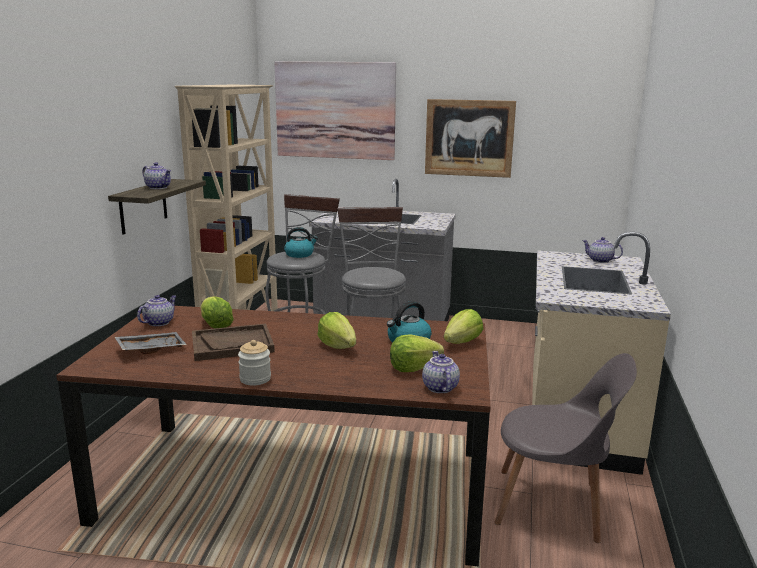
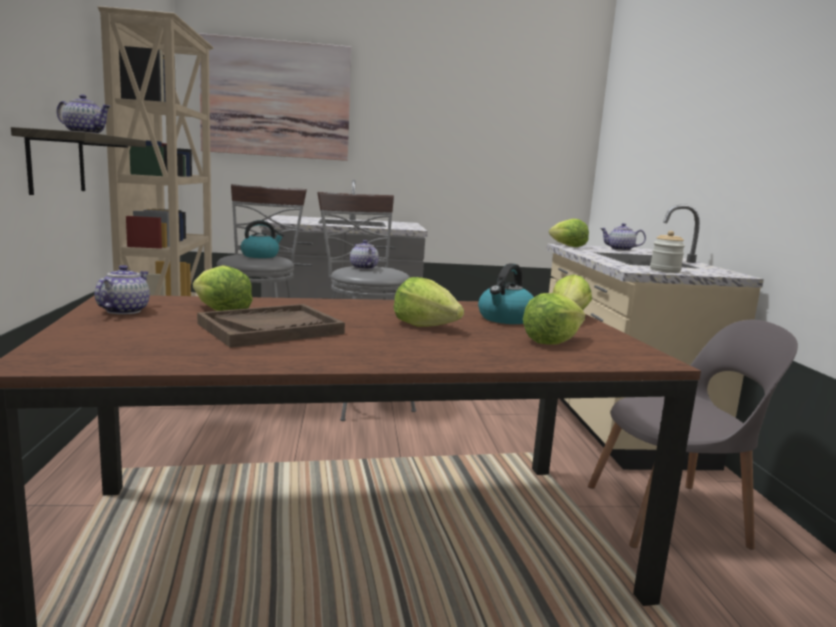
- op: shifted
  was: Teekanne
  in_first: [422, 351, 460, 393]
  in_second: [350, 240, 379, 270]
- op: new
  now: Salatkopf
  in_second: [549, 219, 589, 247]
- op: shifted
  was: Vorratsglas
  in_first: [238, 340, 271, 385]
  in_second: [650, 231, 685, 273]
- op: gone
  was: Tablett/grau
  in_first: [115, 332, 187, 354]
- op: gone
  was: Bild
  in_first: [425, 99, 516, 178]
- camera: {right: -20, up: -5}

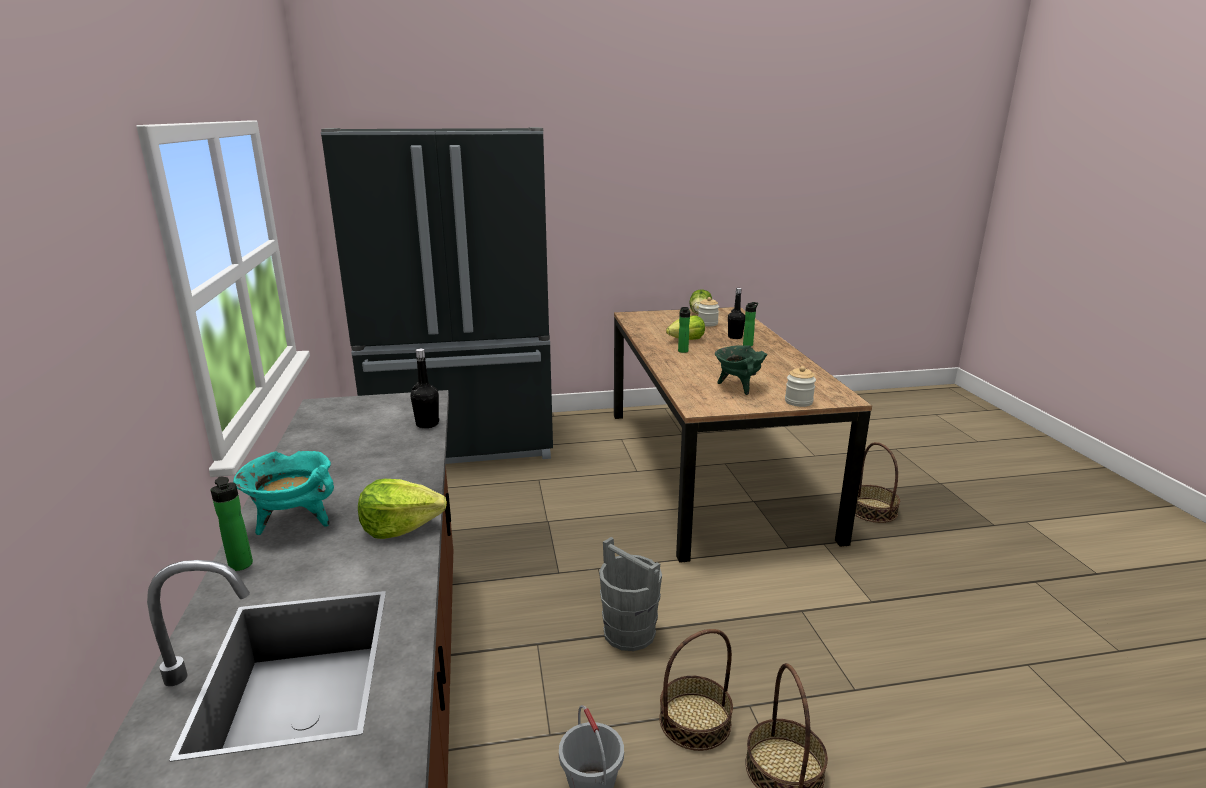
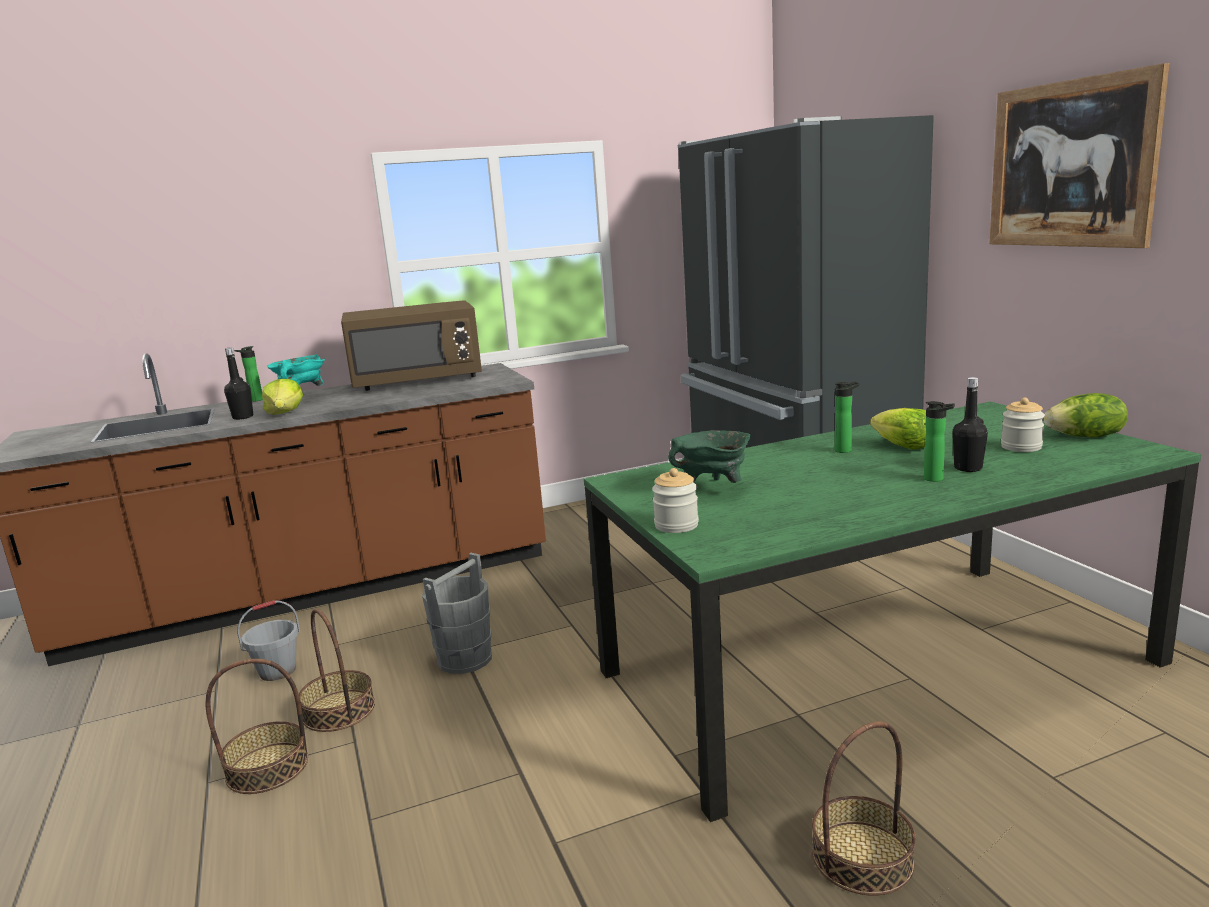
- op: shifted
  was: Flasche/schwarz
  in_first: [410, 349, 439, 428]
  in_second: [224, 347, 253, 420]
- op: new
  now: Mikrowelle/braun
  in_second: [341, 300, 482, 391]
- op: repainted
  was: Esstisch/braun
  now: Esstisch/grün
  in_first: [614, 307, 872, 563]
  in_second: [584, 402, 1201, 822]
- op: new
  now: Bild
  in_second: [990, 63, 1169, 248]
- camera: {right: 80, up: -5}

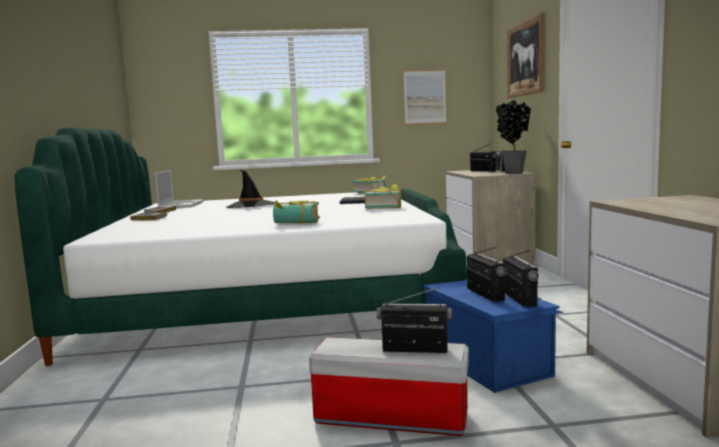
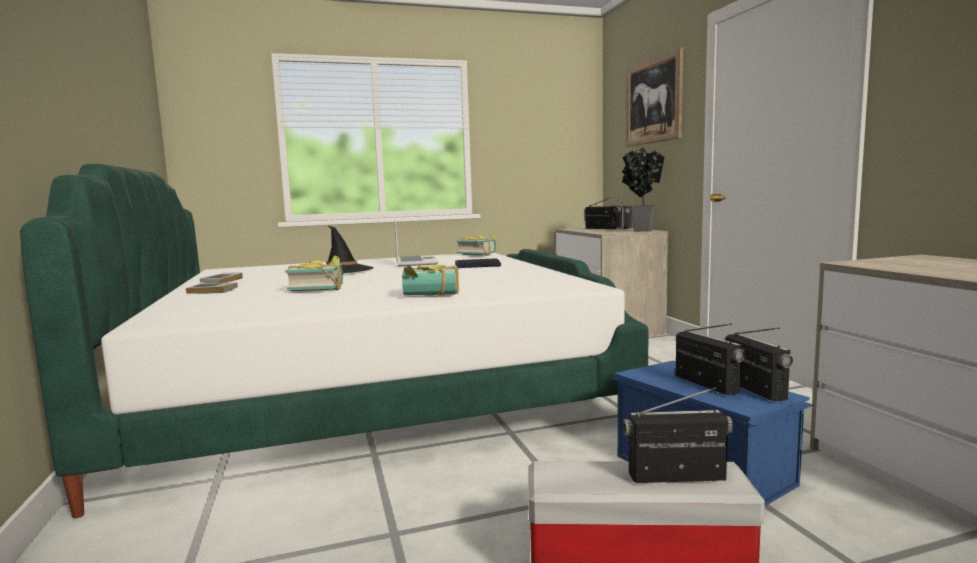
- op: shifted
  was: Buch
  in_first: [364, 184, 401, 209]
  in_second: [285, 256, 343, 291]
- op: shifted
  was: Laptop
  in_first: [155, 170, 204, 208]
  in_second: [394, 220, 439, 266]
- op: gone
  was: Bild
  in_first: [404, 69, 446, 125]
- camera: {right: -10, up: 0}

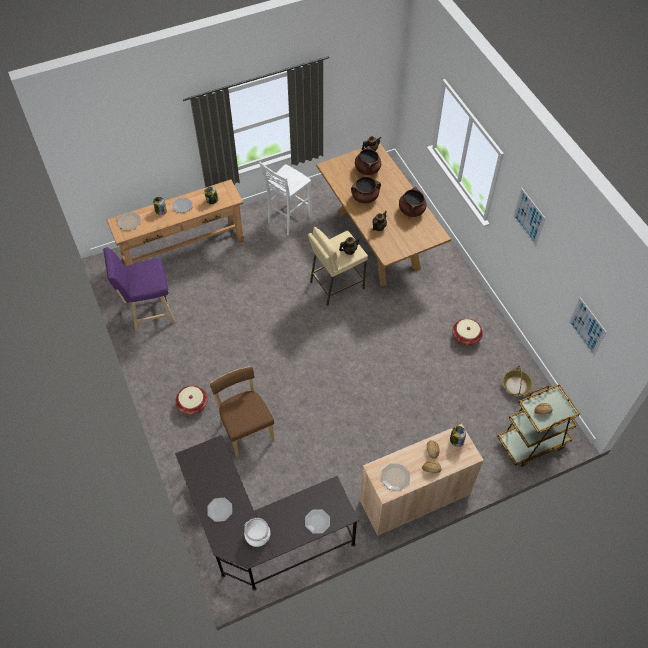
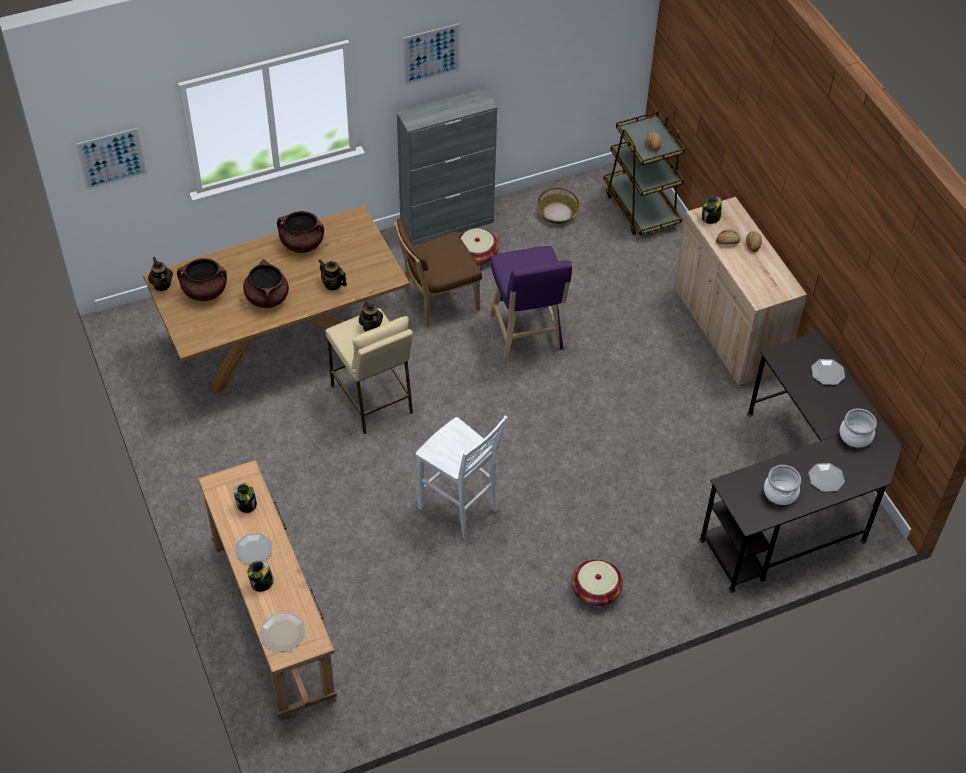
- op: shifted
  was: Bild
  in_first: [568, 297, 606, 356]
  in_second: [76, 128, 147, 190]
- op: shifted
  was: Stuhl/braun
  in_first: [210, 366, 275, 457]
  in_second: [394, 218, 482, 327]
- op: new
  now: Schrank/grau
  in_second: [397, 89, 497, 246]
- op: shifted
  was: Hocker/weiß
  in_first: [259, 161, 312, 235]
  in_second: [416, 416, 508, 540]
- op: shifted
  was: Hocker/lila
  in_first: [103, 247, 175, 331]
  in_second: [489, 246, 572, 360]
- op: new
  now: Kochtopf
  in_second: [764, 465, 801, 505]
- op: gone
  was: Teller
  in_first: [381, 463, 410, 491]
- camera: {right: -90, up: -5}

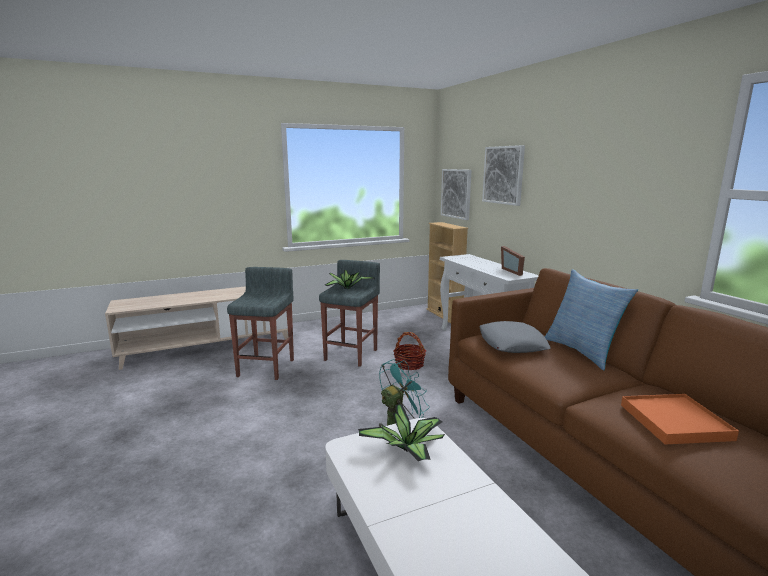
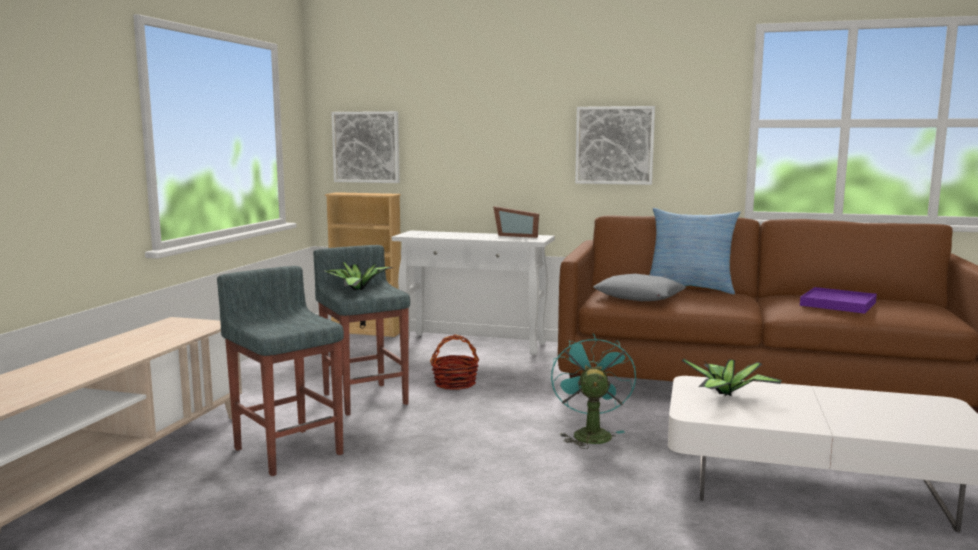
- op: shifted
  was: Bild
  in_first: [482, 145, 525, 206]
  in_second: [575, 106, 655, 185]
- op: repainted
  was: Tablett/orange
  now: Tablett/lila
  in_first: [621, 394, 739, 444]
  in_second: [800, 287, 877, 314]
- camera: {right: -50, up: -5}

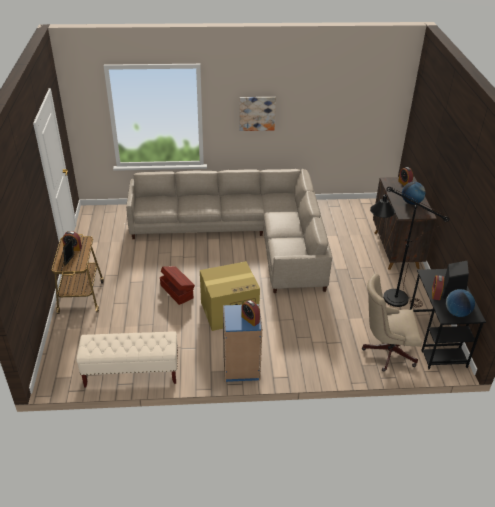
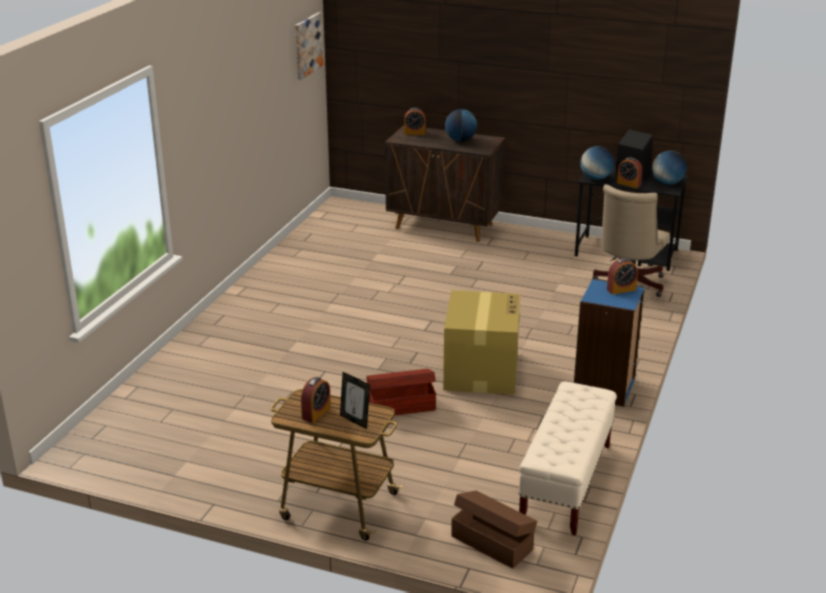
- op: shifted
  was: Bild
  in_first: [239, 97, 276, 131]
  in_second: [295, 12, 324, 80]
- op: new
  now: Aufbewahrungsbox/braun
  in_second: [451, 491, 537, 569]
- op: new
  now: Globus
  in_second: [580, 146, 614, 180]
- op: gone
  was: Sofa/beige
  in_first: [126, 169, 332, 293]
- op: gone
  was: Stehlampe/schwarz
  in_first: [370, 187, 450, 308]
- camera: {right: -65, up: -10}

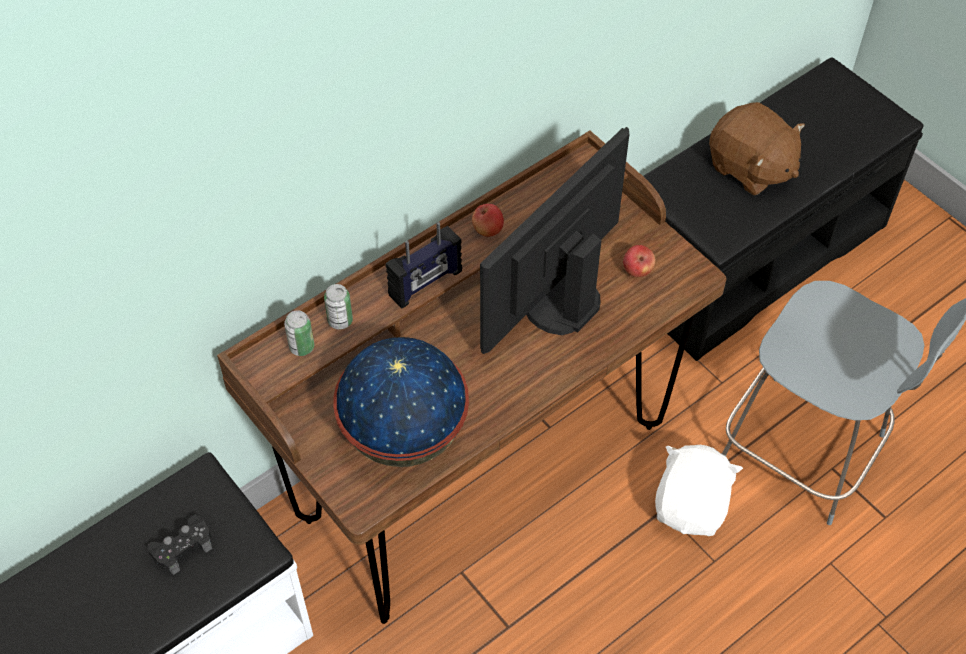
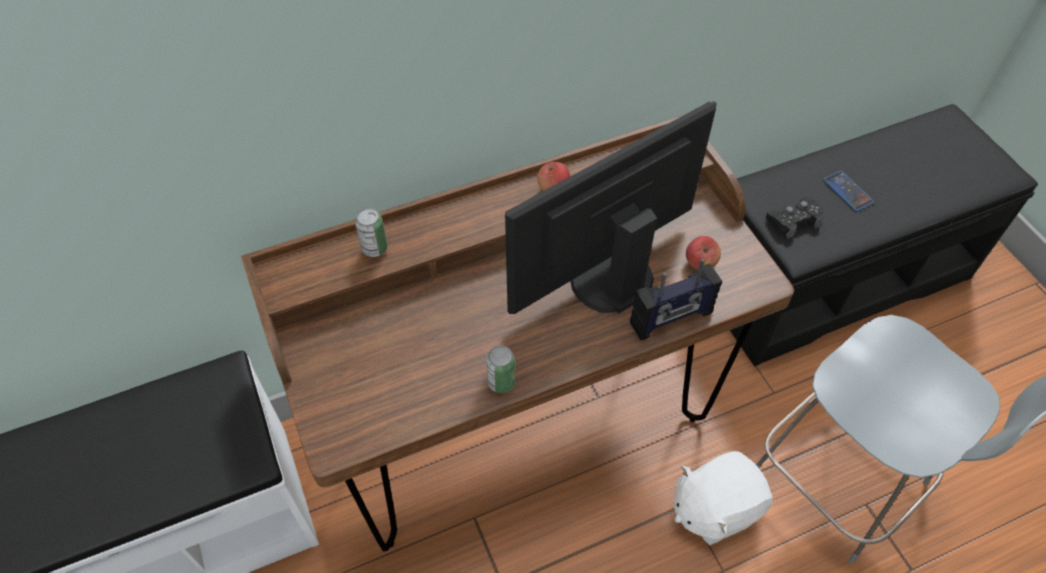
- op: shifted
  was: Dose
  in_first: [284, 310, 314, 356]
  in_second: [486, 345, 515, 393]
- op: shifted
  was: Radio
  in_first: [386, 222, 462, 309]
  in_second: [630, 259, 722, 340]
- op: rotated
  was: Plüschtier/weiß
  in_first: [655, 445, 743, 536]
  in_second: [674, 451, 773, 545]
  clockwise: -150
- op: shifted
  was: Gamepad/schwarz
  in_first: [147, 515, 212, 575]
  in_second: [766, 197, 824, 239]
- op: swapped
  was: Plüschtier/braun
  now: Handy
  in_first: [709, 102, 805, 195]
  in_second: [823, 171, 874, 212]
- op: gone
  was: Globus
  in_first: [333, 337, 469, 467]
- camera: {right: 15, up: 0}

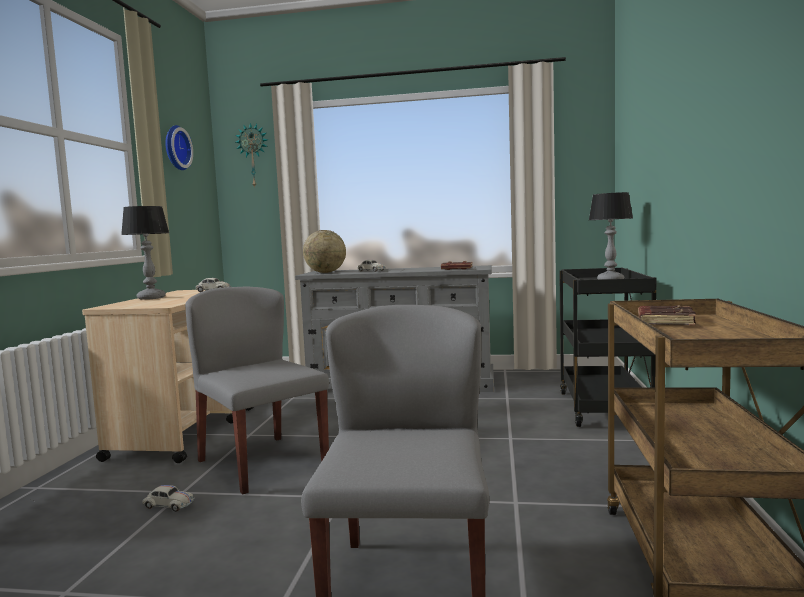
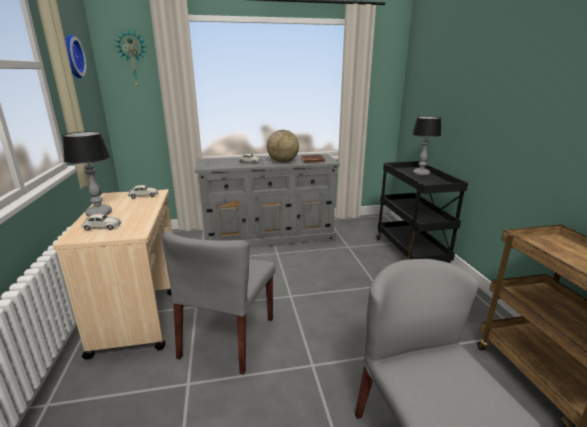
- op: shifted
  was: Spielzeugauto/weiß
  in_first: [142, 485, 195, 512]
  in_second: [81, 214, 121, 231]
- op: rotated
  was: Stuhl/grau
  in_first: [185, 287, 329, 494]
  in_second: [162, 231, 275, 375]
  clockwise: -105
- op: shifted
  was: Globus
  in_first: [303, 230, 346, 273]
  in_second: [267, 130, 299, 163]
- op: gone
  was: Buch/braun
  in_first: [638, 305, 696, 326]
- camera: {right: -20, up: 15}

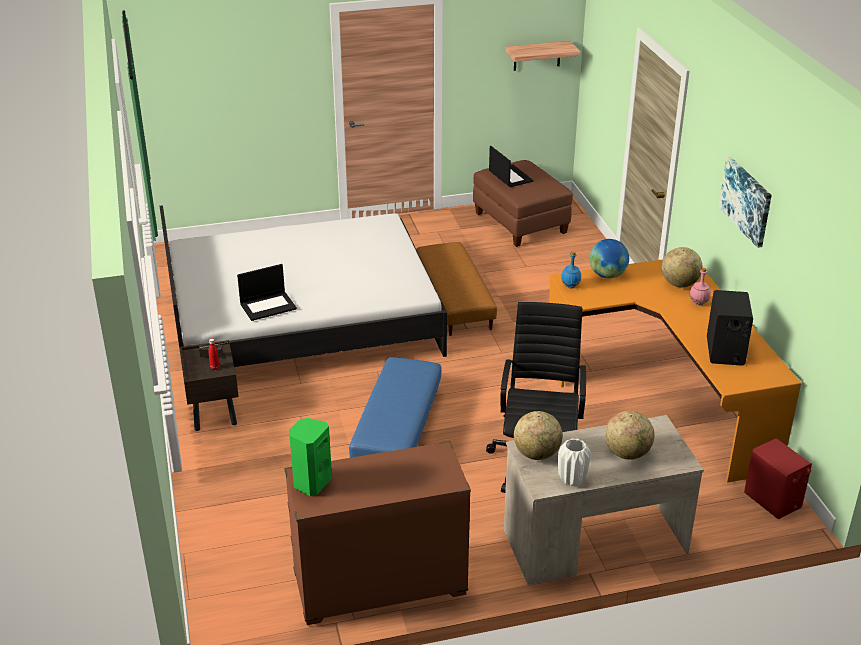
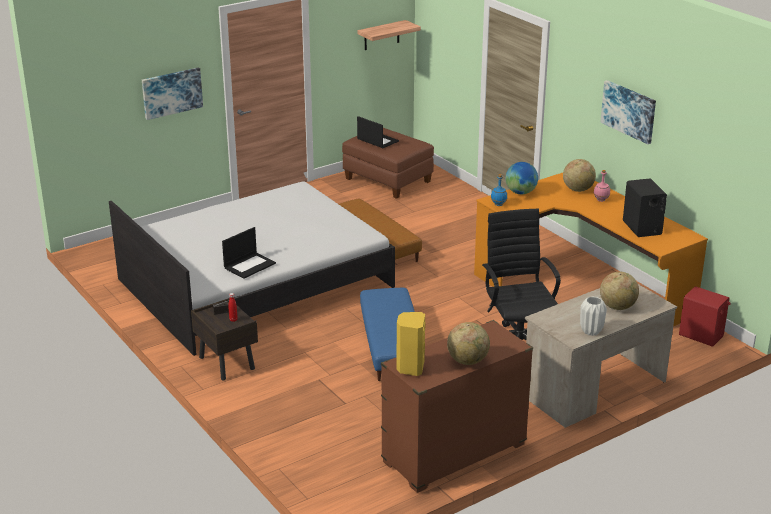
- op: new
  now: Bild
  in_second: [142, 68, 203, 120]
- op: repainted
  was: Lautsprecher/grün
  now: Lautsprecher/gelb
  in_first: [289, 418, 332, 496]
  in_second: [396, 312, 425, 376]
- op: shifted
  was: Globus
  in_first: [514, 411, 563, 460]
  in_second: [447, 322, 490, 365]
- camera: {right: -20, up: -5}

